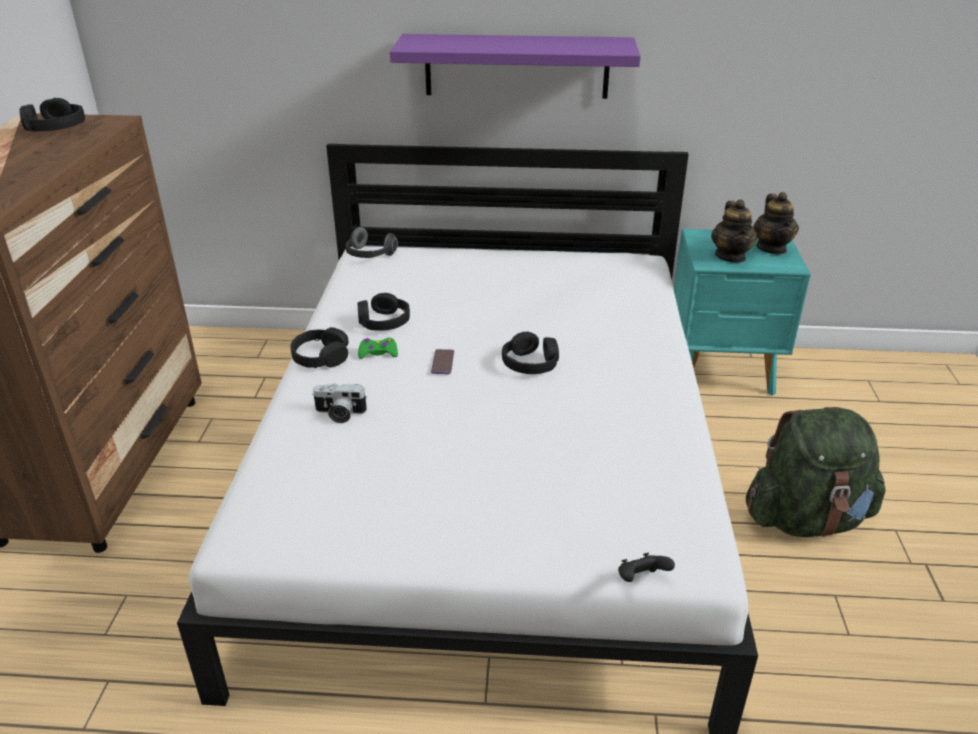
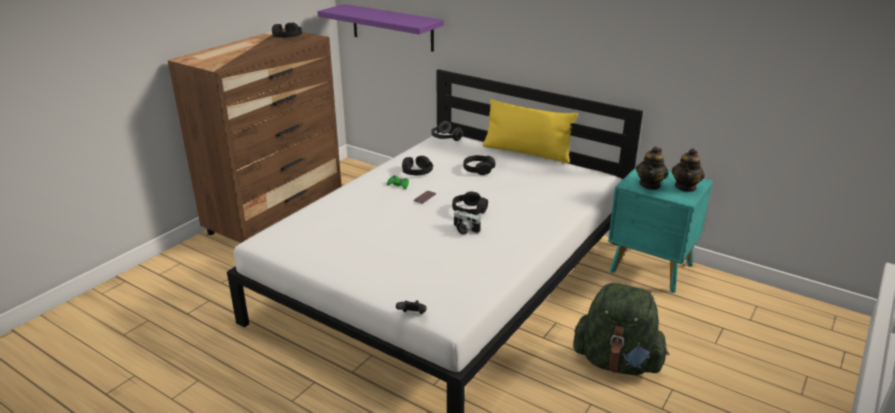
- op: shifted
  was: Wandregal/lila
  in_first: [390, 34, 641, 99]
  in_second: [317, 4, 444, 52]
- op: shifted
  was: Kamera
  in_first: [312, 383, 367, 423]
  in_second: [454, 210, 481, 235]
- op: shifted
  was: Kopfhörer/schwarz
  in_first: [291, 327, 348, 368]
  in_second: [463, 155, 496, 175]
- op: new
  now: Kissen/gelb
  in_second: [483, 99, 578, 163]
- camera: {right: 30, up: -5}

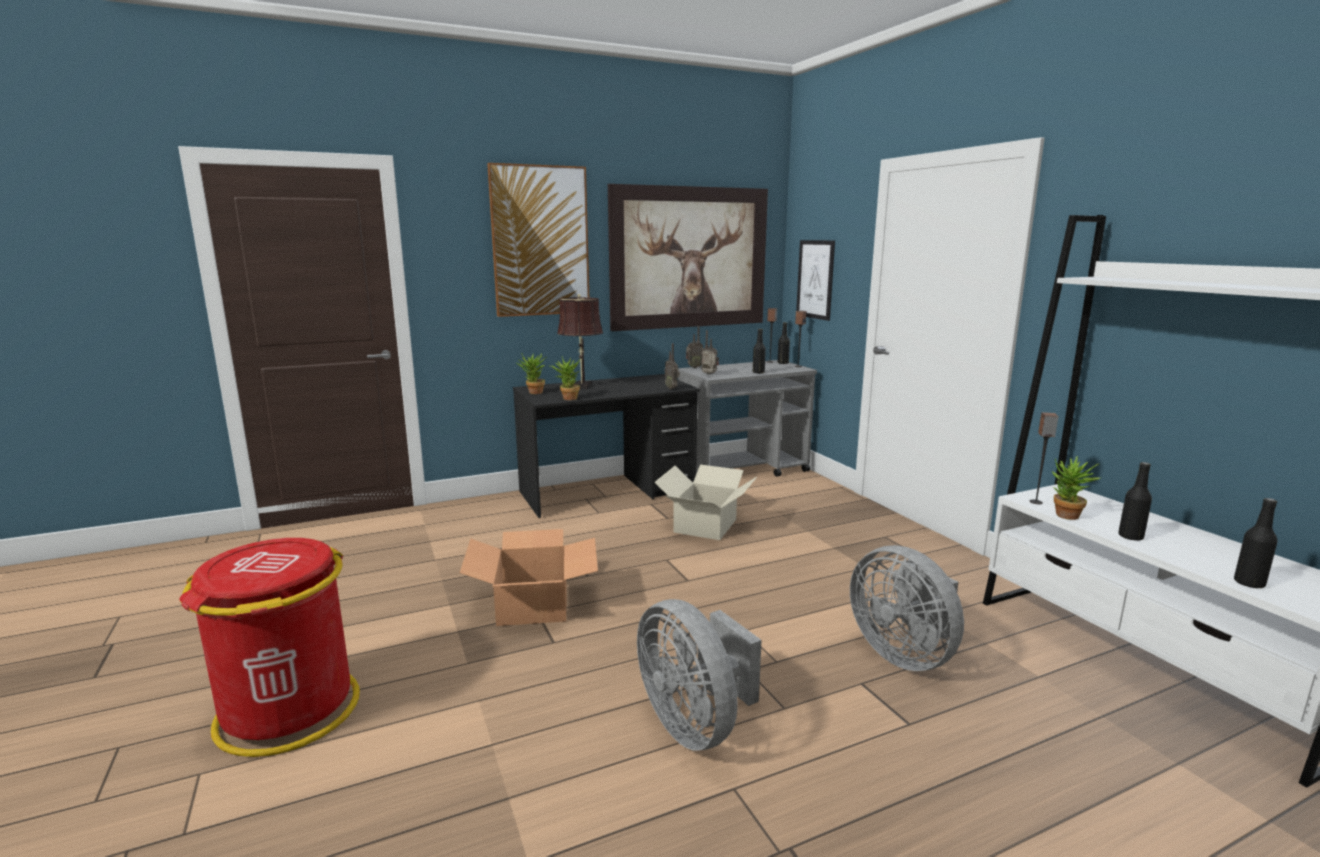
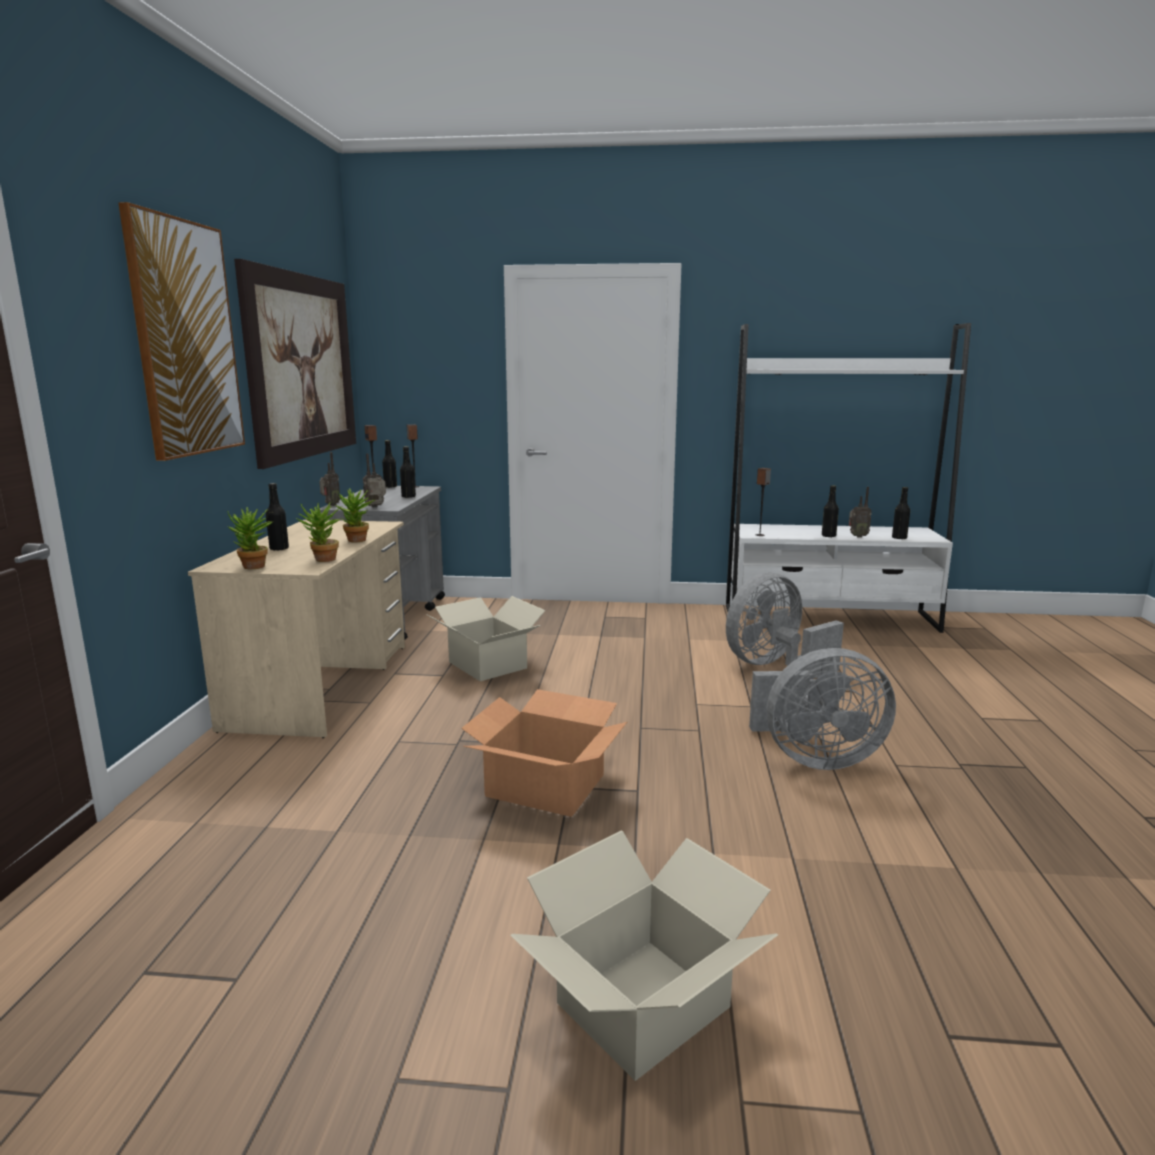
- op: repainted
  was: Schreibtisch/schwarz
  now: Schreibtisch/beige
  in_first: [513, 374, 700, 518]
  in_second: [188, 520, 405, 738]
- op: swapped
  was: Tischlampe/braun
  now: Flasche/schwarz
  in_first: [557, 294, 603, 389]
  in_second: [266, 483, 289, 550]
- op: shifted
  was: Topfpflanze
  in_first: [1052, 457, 1100, 520]
  in_second: [335, 489, 375, 542]
- op: swapped
  was: Mülleimer/rot
  now: Karton
  in_first: [179, 538, 360, 757]
  in_second: [511, 830, 778, 1081]
- op: rotated
  was: Ventilator/grau
  in_first: [850, 545, 964, 671]
  in_second: [726, 573, 844, 679]
  clockwise: 150
- op: shifted
  was: Radio
  in_first: [665, 343, 680, 389]
  in_second: [849, 487, 872, 538]
- op: gone
  was: Bild
  in_first: [796, 240, 835, 321]
- camera: {right: -60, up: 0}

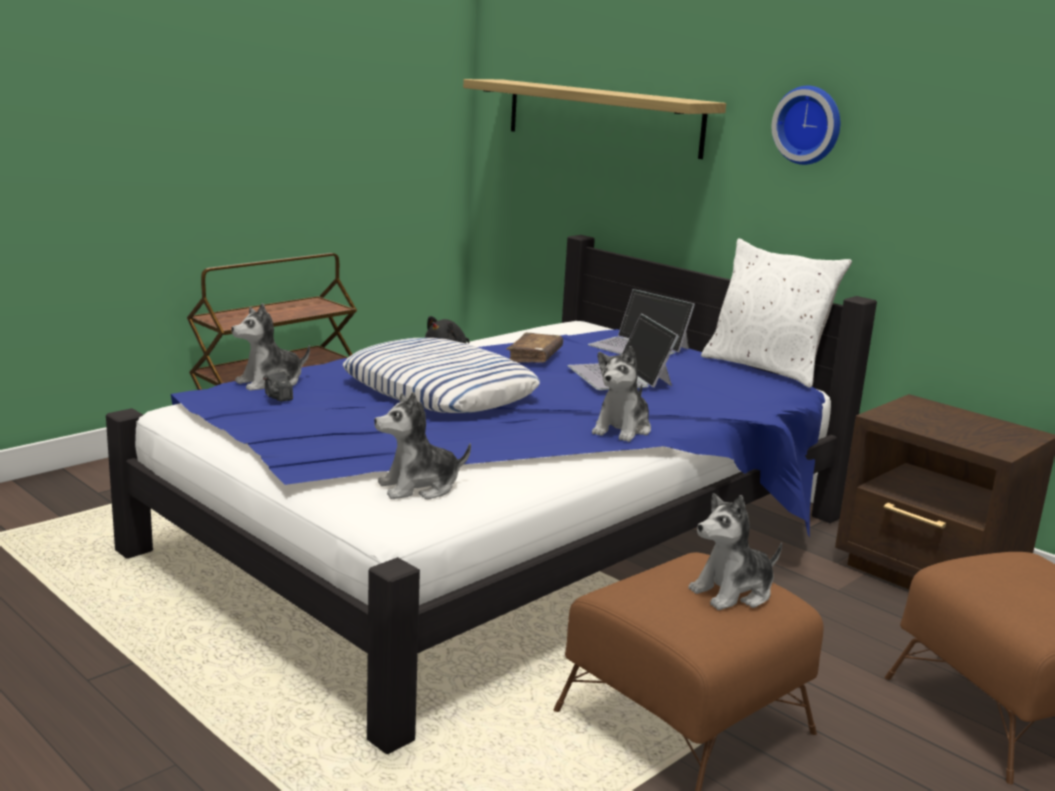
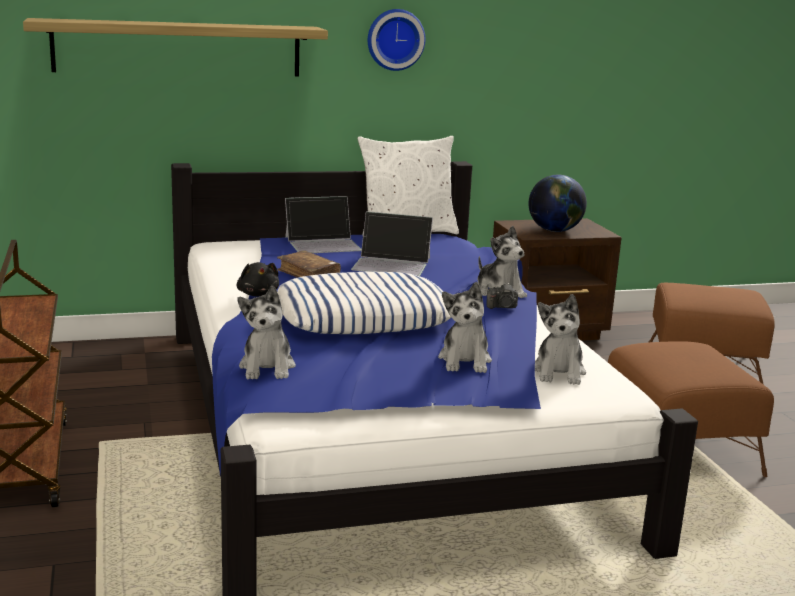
- op: shifted
  was: Plüschtier
  in_first: [688, 493, 782, 610]
  in_second: [438, 282, 492, 373]
- op: shifted
  was: Kamera
  in_first: [263, 369, 293, 402]
  in_second: [487, 283, 518, 309]
- op: new
  now: Globus
  in_second: [529, 175, 587, 232]
- camera: {right: -60, up: 0}

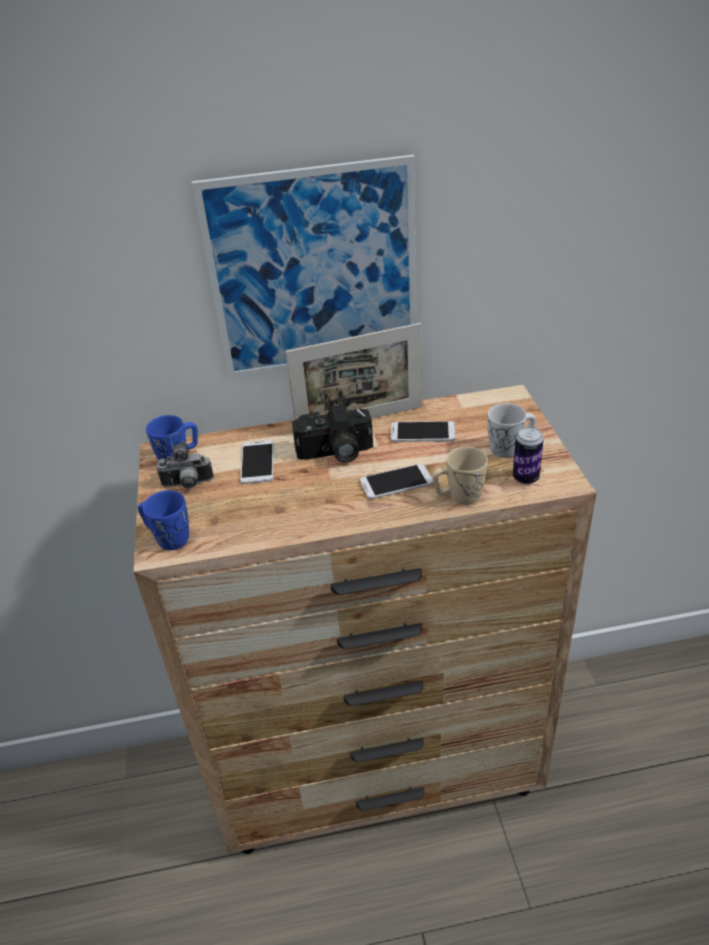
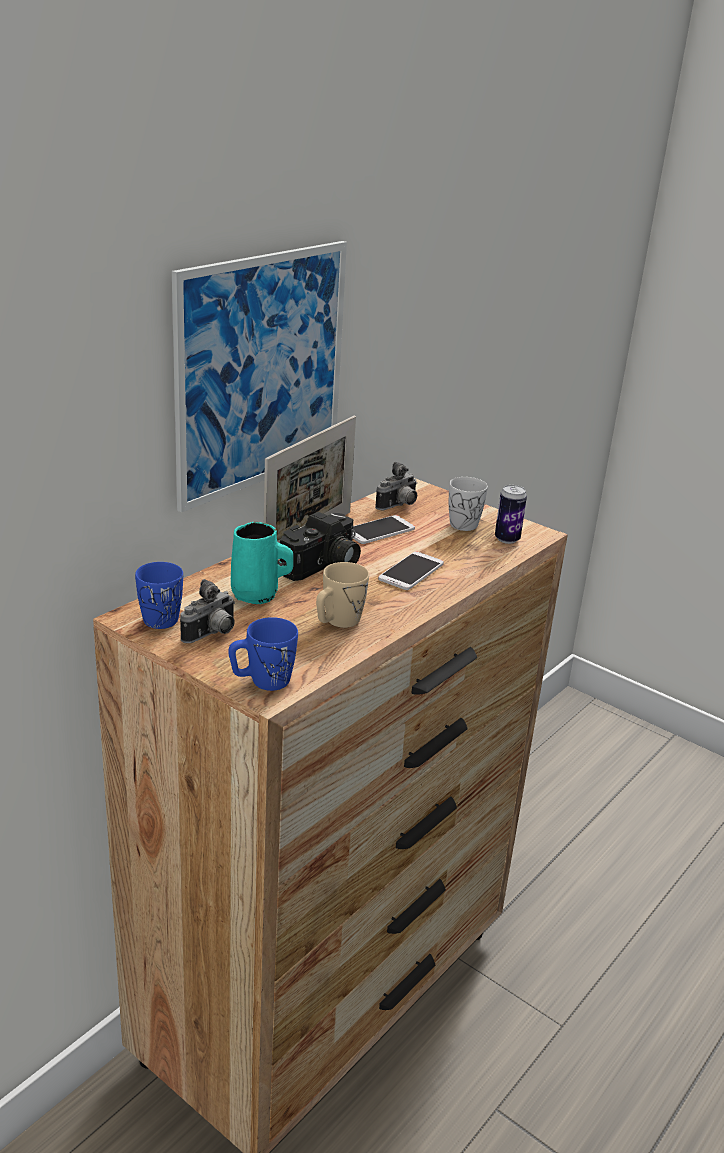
- op: swapped
  was: Handy
  now: Henkelbecher/türkis
  in_first: [240, 440, 274, 484]
  in_second: [231, 522, 293, 604]
- op: shifted
  was: Henkelbecher/beige
  in_first: [432, 447, 488, 505]
  in_second: [316, 562, 369, 628]
- op: new
  now: Kamera
  in_second: [375, 462, 417, 510]
- camera: {right: -45, up: -10}

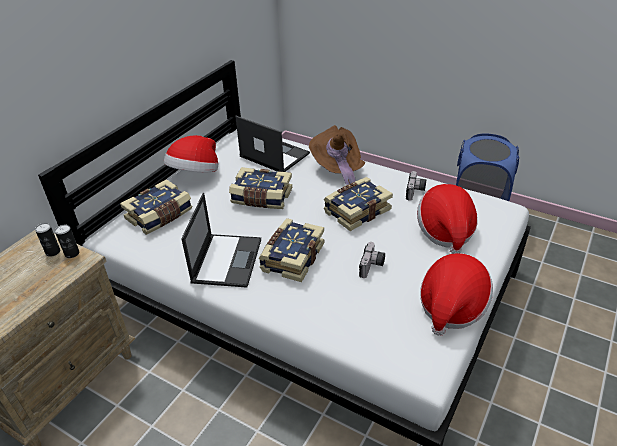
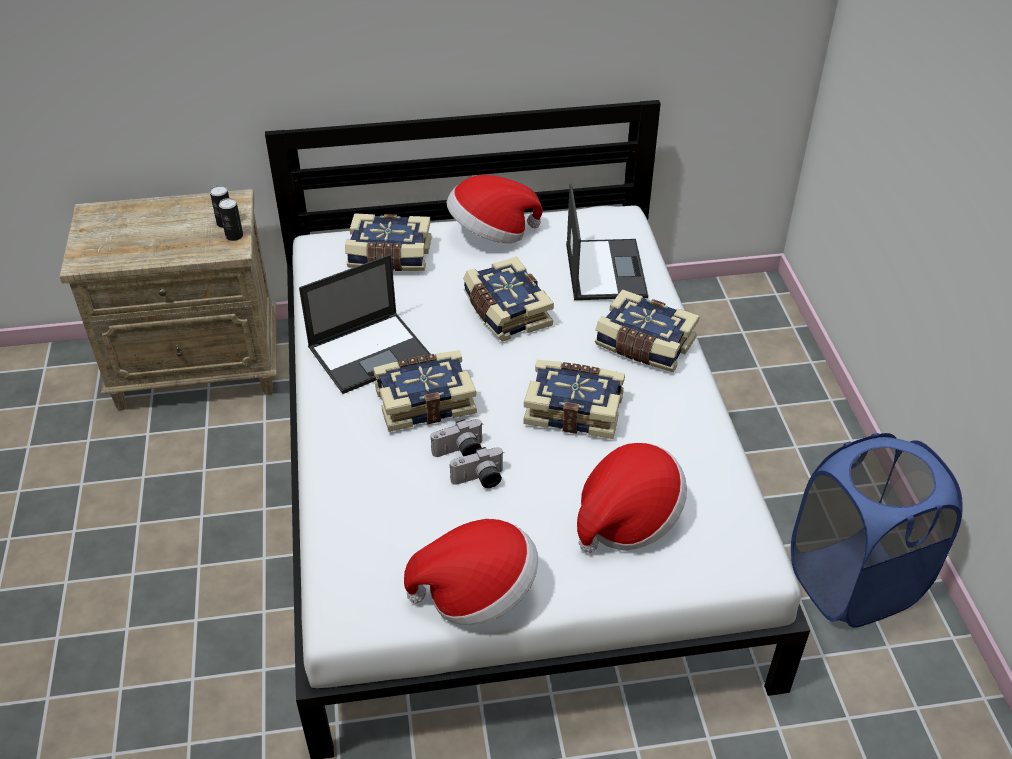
- op: shifted
  was: Kamera
  in_first: [406, 171, 426, 201]
  in_second: [431, 419, 483, 457]
- op: swapped
  was: Hut/braun
  now: Buch
  in_first: [309, 125, 365, 185]
  in_second: [595, 289, 700, 372]
- camera: {right: 50, up: 5}

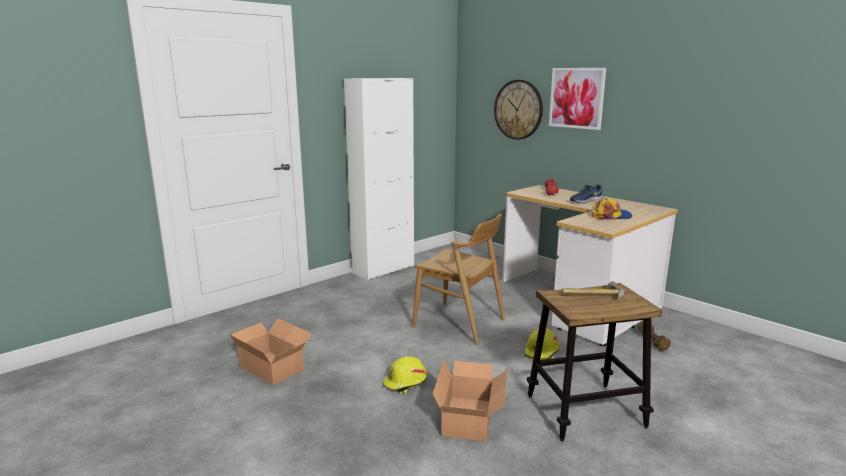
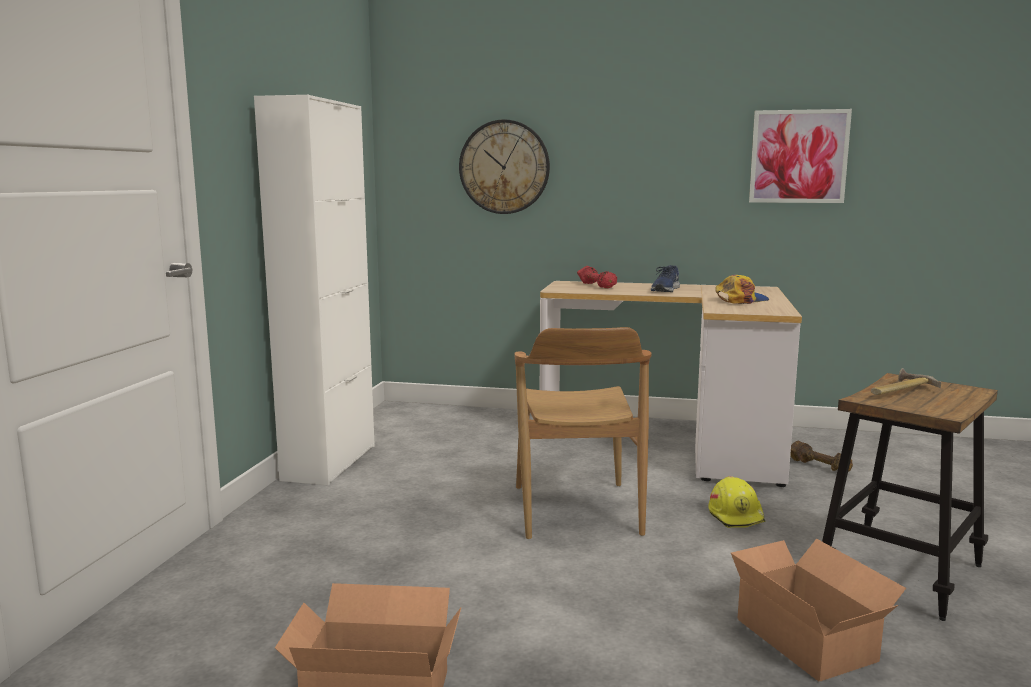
- op: rotated
  was: Stuhl/braun
  in_first: [412, 213, 505, 345]
  in_second: [515, 327, 652, 539]
  clockwise: 90
- op: shifted
  was: Bild
  in_first: [549, 68, 606, 130]
  in_second: [749, 109, 852, 203]
- op: gone
  was: Schutzhelm/gelb
  in_first: [382, 356, 427, 394]
- camera: {right: -35, up: -5}

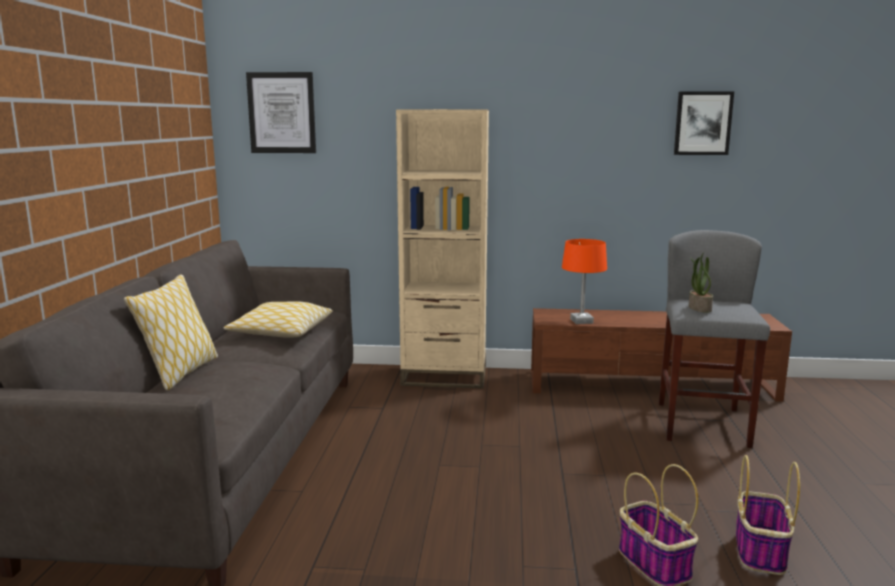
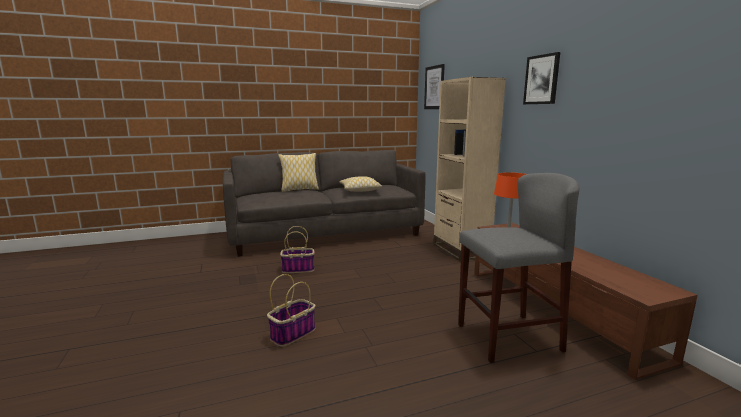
- op: shifted
  was: Korb
  in_first: [736, 455, 800, 575]
  in_second: [280, 226, 315, 273]
- op: shifted
  was: Bild
  in_first: [674, 91, 734, 155]
  in_second: [523, 52, 560, 104]
- op: gone
  was: Topfpflanze
  in_first: [689, 252, 713, 313]
- camera: {right: 65, up: 0}

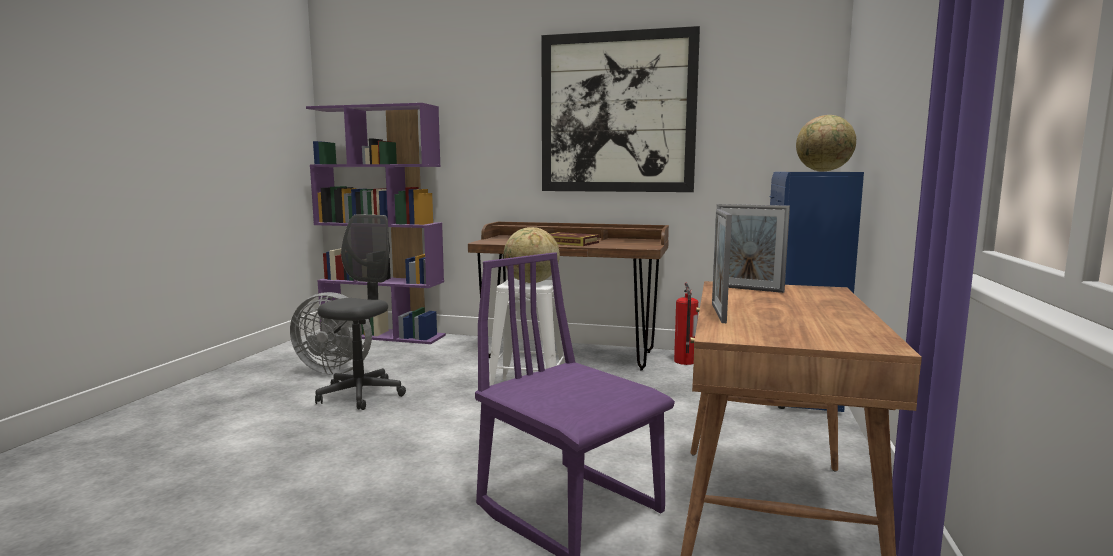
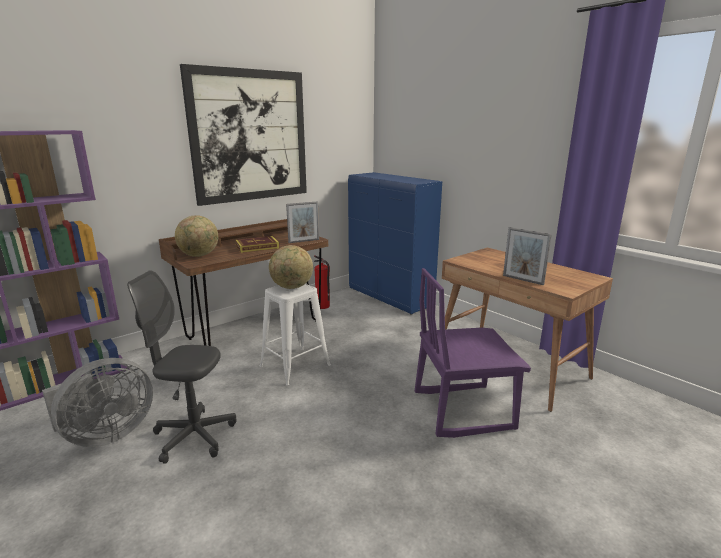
- op: rotated
  was: Bürostuhl/grau
  in_first: [315, 214, 406, 410]
  in_second: [127, 270, 236, 464]
  clockwise: -45
- op: shifted
  was: Globus
  in_first: [796, 115, 856, 171]
  in_second: [175, 215, 218, 257]
- op: shifted
  was: Bilderrahmen
  in_first: [717, 204, 790, 293]
  in_second: [286, 202, 319, 243]
- camera: {right: -55, up: 10}

